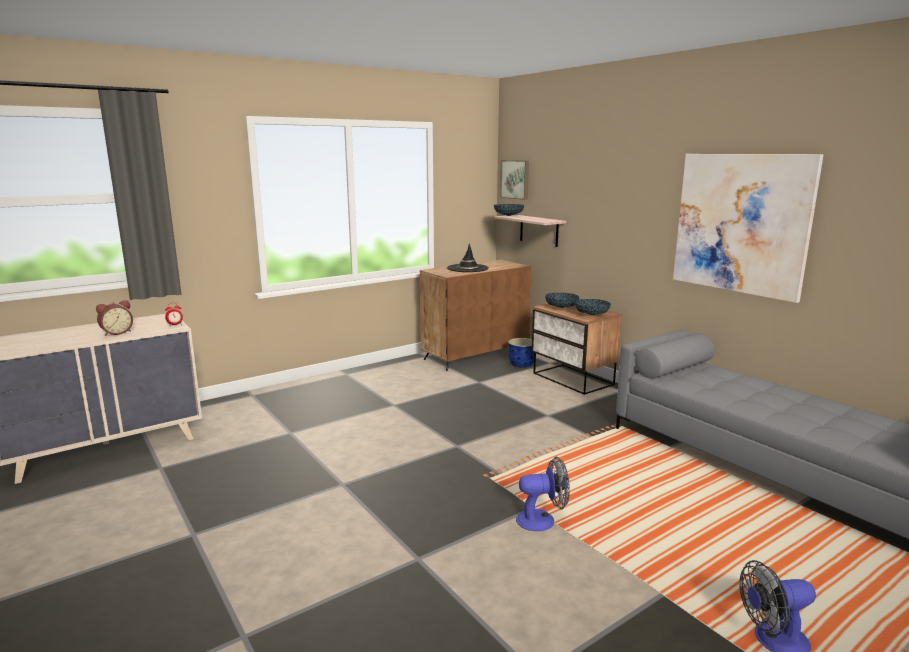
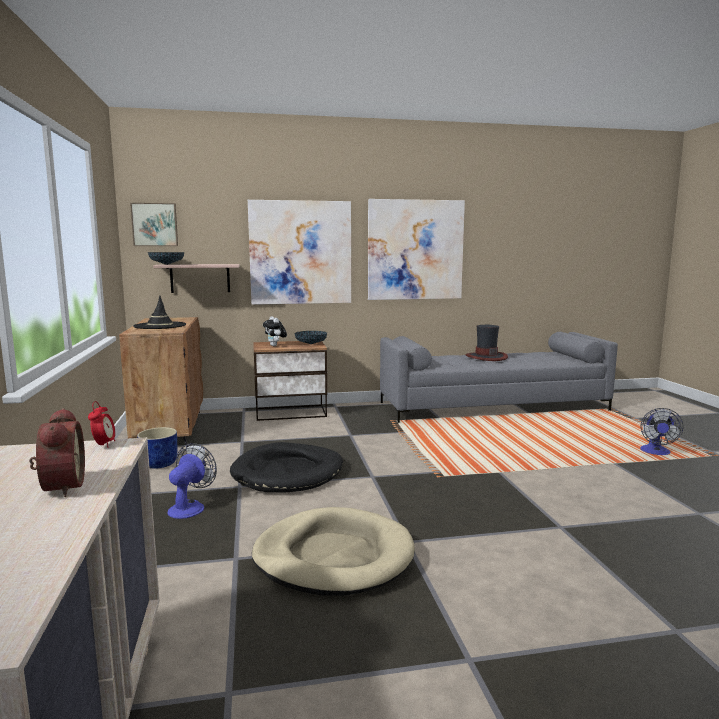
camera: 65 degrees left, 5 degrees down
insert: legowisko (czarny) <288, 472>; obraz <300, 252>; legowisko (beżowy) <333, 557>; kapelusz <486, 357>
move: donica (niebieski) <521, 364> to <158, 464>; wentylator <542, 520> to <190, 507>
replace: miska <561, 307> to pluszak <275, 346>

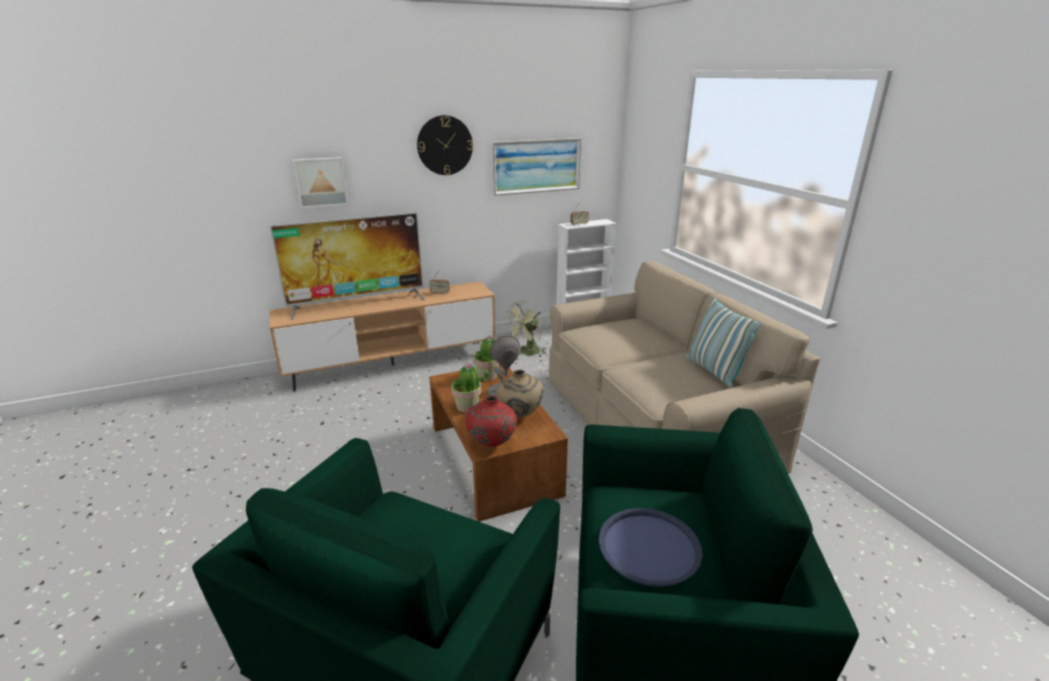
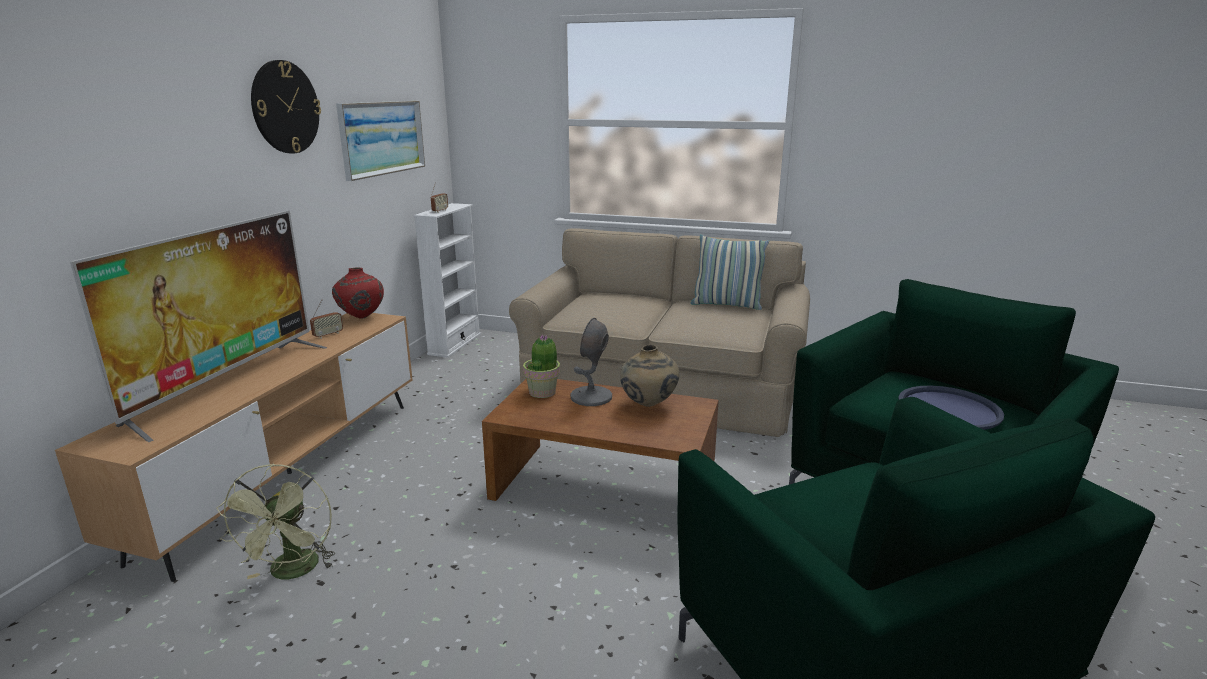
camera: 50 degrees left, 5 degrees down
delete: obraz <321, 182>; roślina doniczkowa <467, 406>
move: wazon (czerwony) <491, 444> to <361, 318>; wentylator (zielony) <527, 352> to <293, 573>

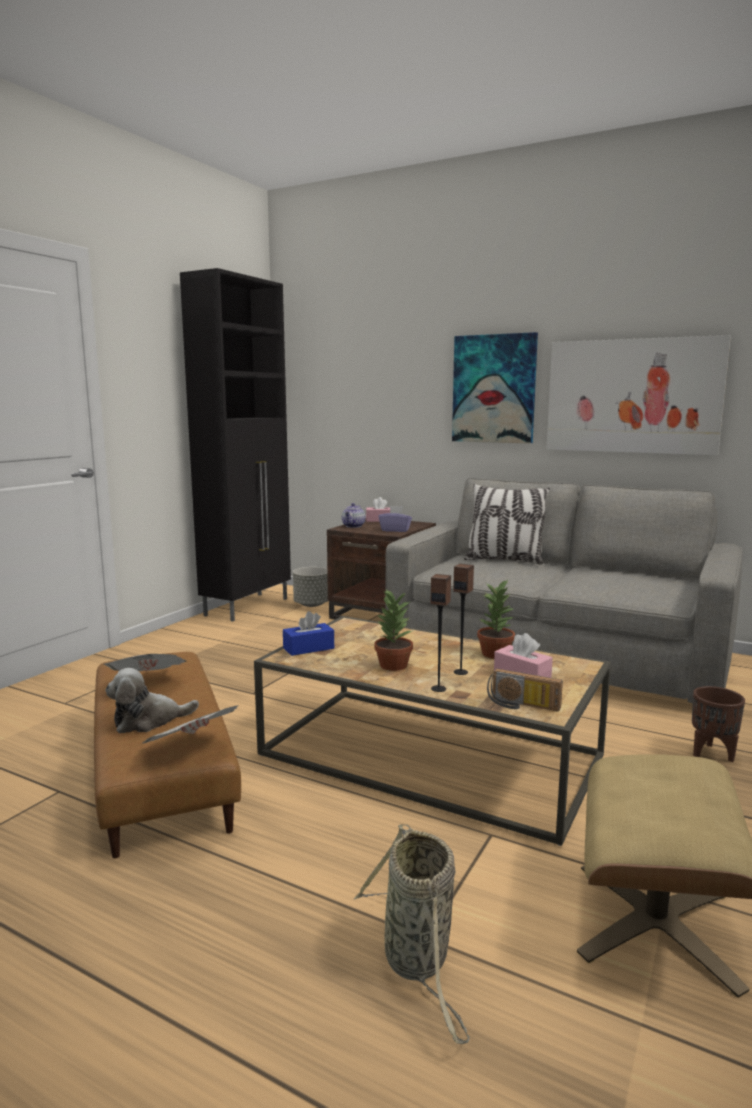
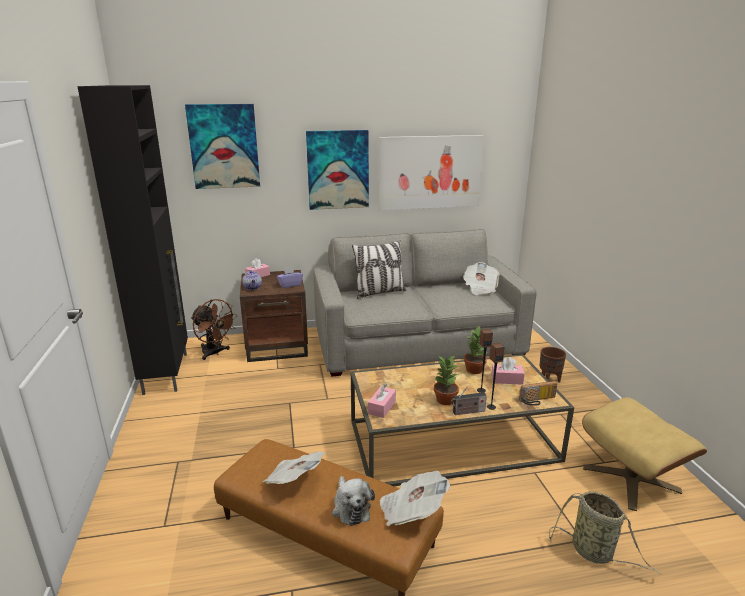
camera: 40 degrees left, 10 degrees up
insert: obraz <224, 146>; radio <467, 412>; gazeta <480, 288>
replace: donica (szary) <312, 604> to wentylator (brązowy) <215, 353>
recolor: pudełko chusteczek (niebieski) <308, 648> to pudełko chusteczek (różowy) <382, 407>
rotate: pluszak <148, 721> = <351, 507> 45 degrees counterclockwise

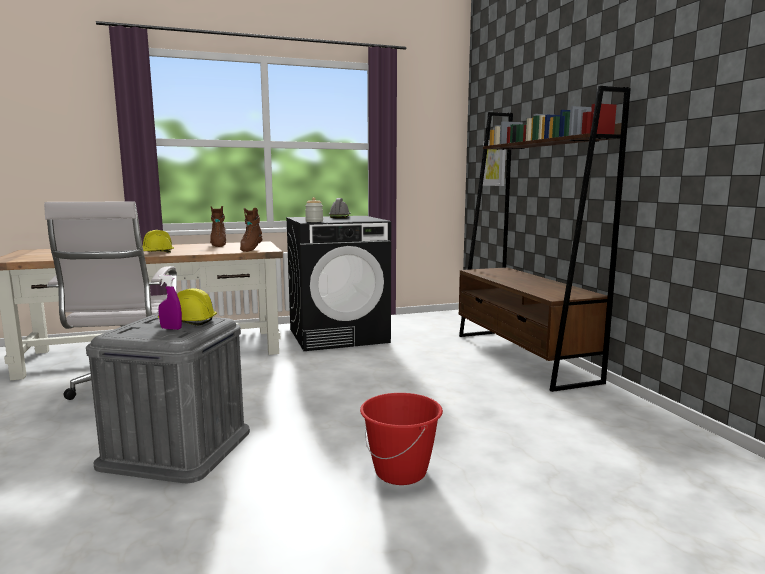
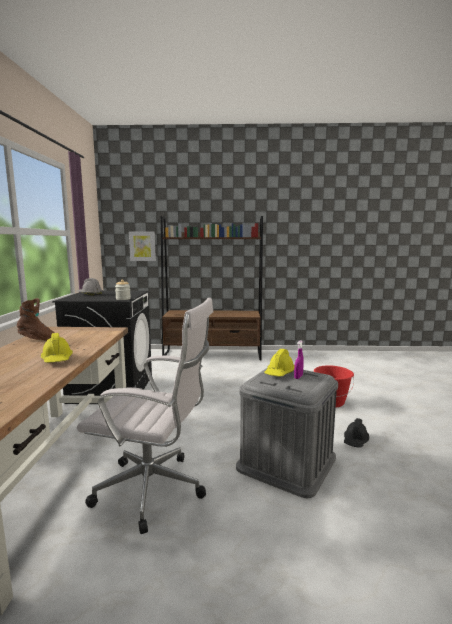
camera: 70 degrees left, 0 degrees up
delete: but z cholewką (brązowy) <250, 249>
insert: kask (czarny) <355, 441>

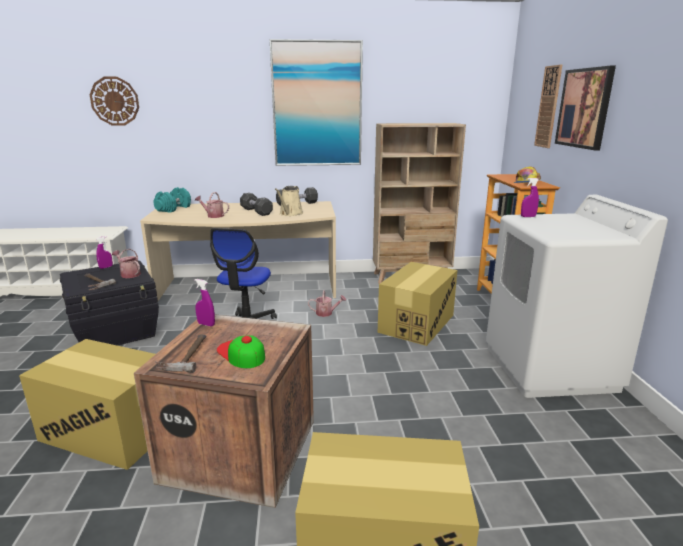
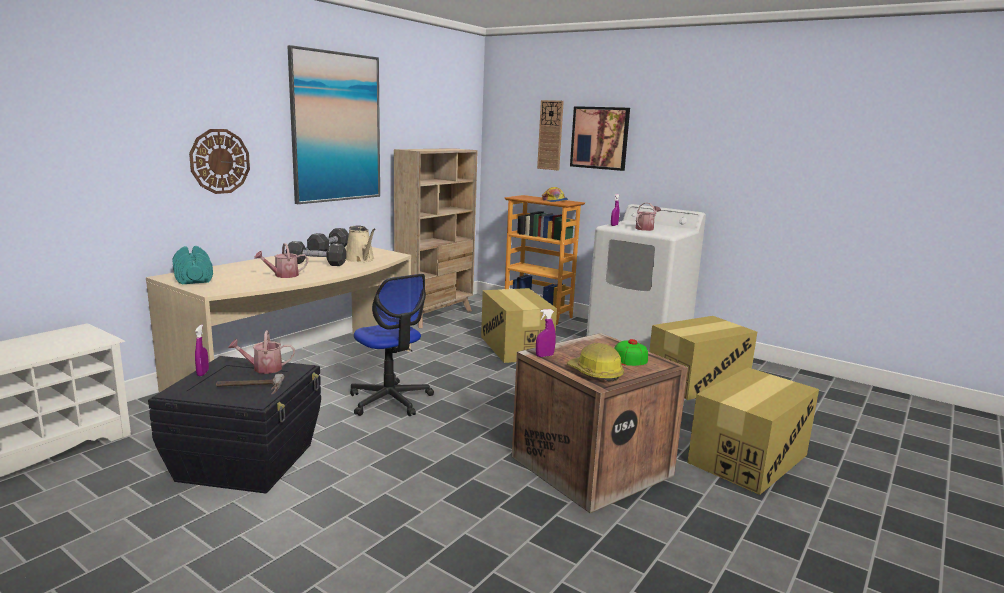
camera: 50 degrees left, 5 degrees down
move: karton <111, 430> to <697, 381>; zegar ścienny <115, 101> to <220, 161>; konewka <326, 313> to <646, 228>
replace: młotek <185, 355> to kask <595, 373>

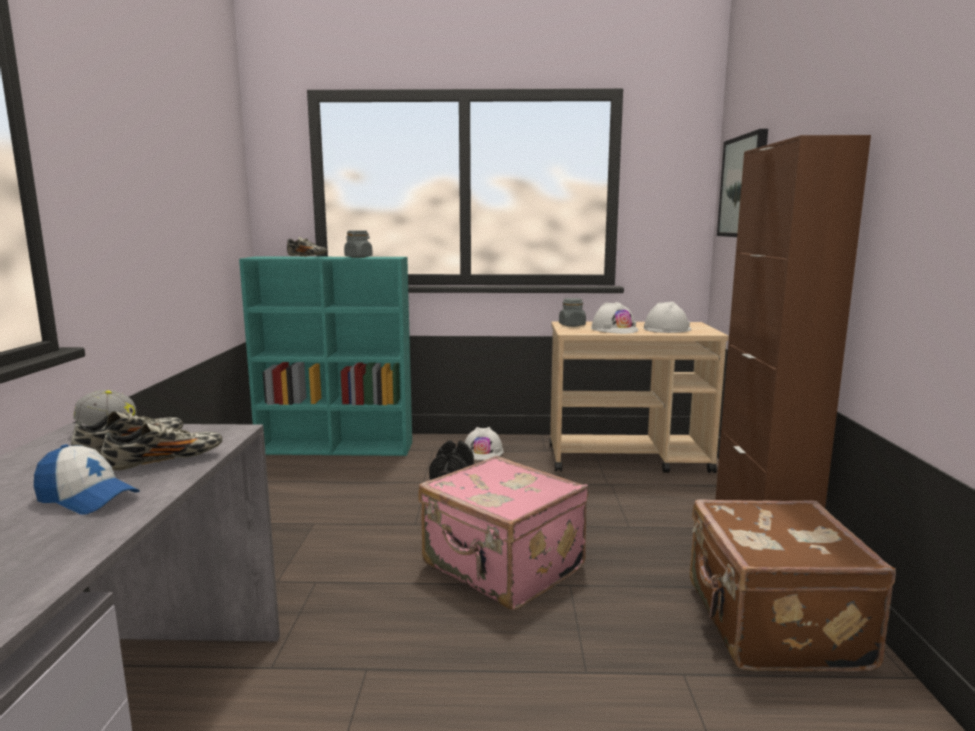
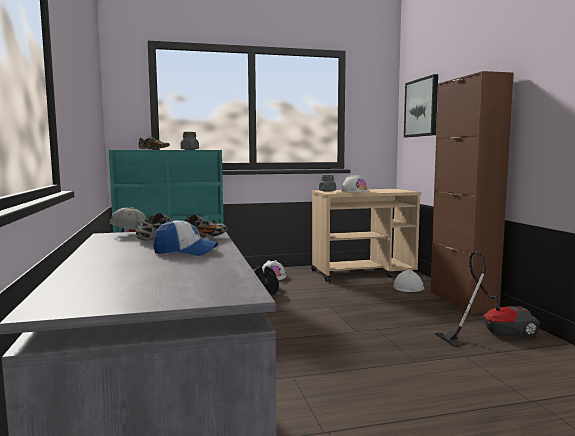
camera: 15 degrees left, 5 degrees down
delete: walizka (różowy) <502, 568>
move: kask (biały) <667, 329> to <408, 287>
replace: walizka (brązowy) <771, 626> to odkurzacz <493, 333>

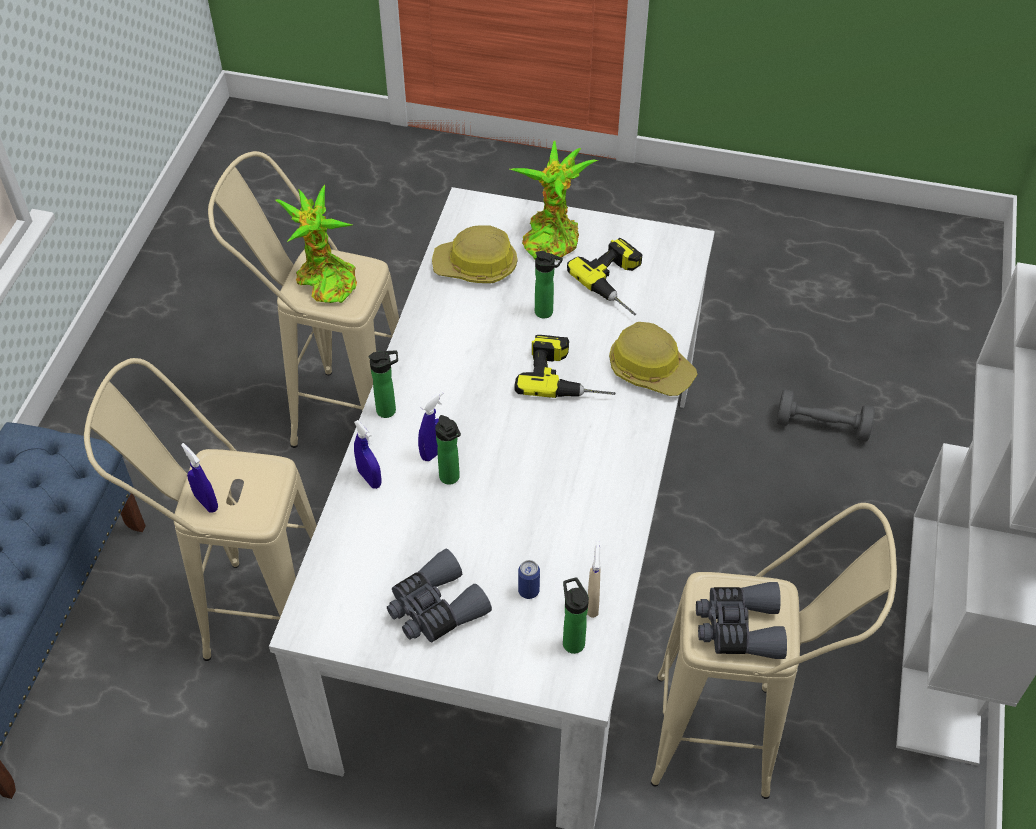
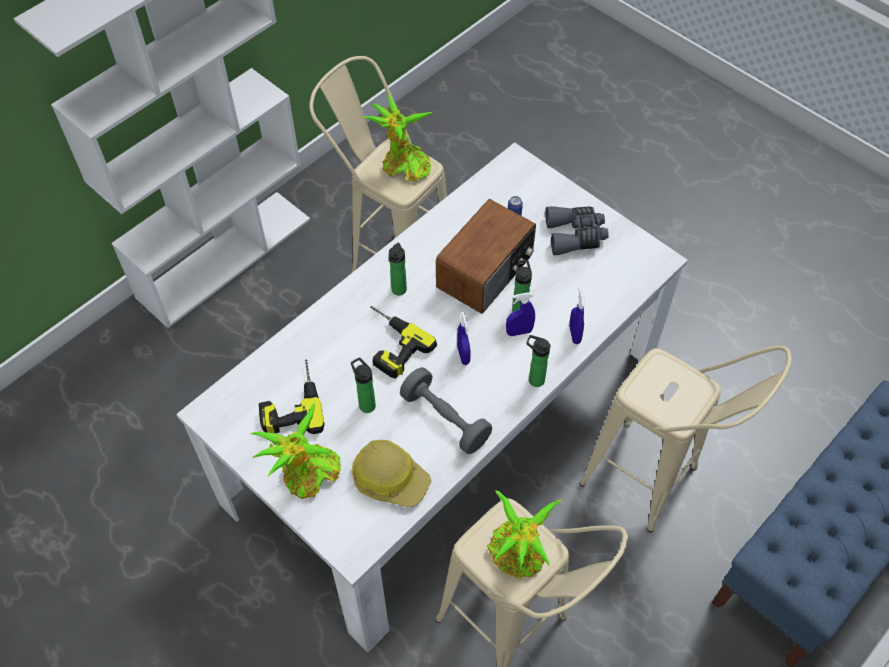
camera: 150 degrees left, 5 degrees up
delete: spryskiwacz (beżowy) <593, 603>; kask <650, 369>
insert: radio <486, 272>
move: spryskiwacz (niebieski) <206, 502> to <463, 355>; butelka <572, 640> to <398, 291>; hantel (szary) <821, 426> to <445, 419>
replace: lornetka (szary) <738, 628> to roślina doniczkowa <403, 166>

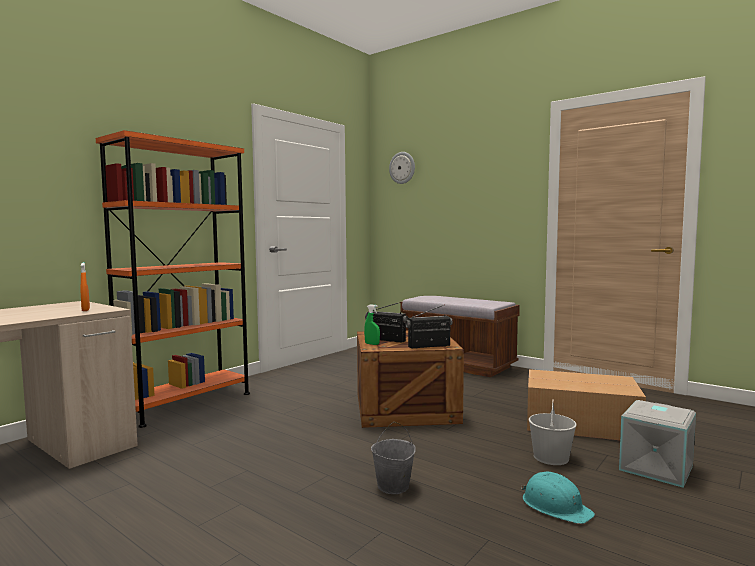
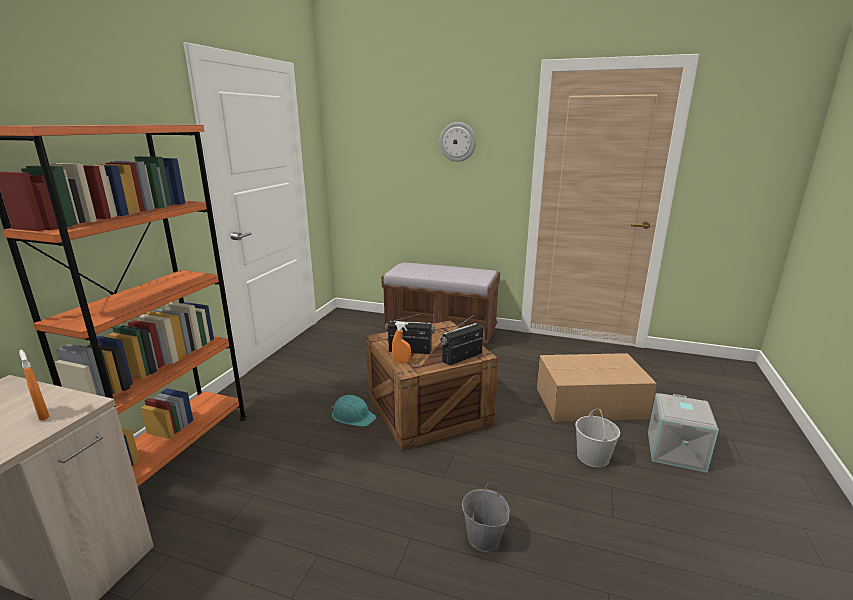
camera: 20 degrees left, 15 degrees up
move: zegar ścienny <402, 168> to <457, 142>; kask (turkusowy) <555, 506> to <353, 416>
recolor: spryskiwacz (zielony) <372, 344> to spryskiwacz (pomarańczowy) <401, 362>

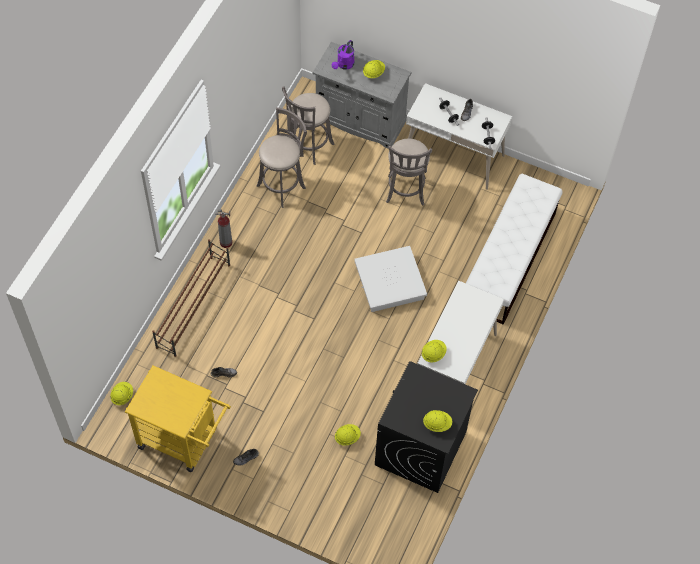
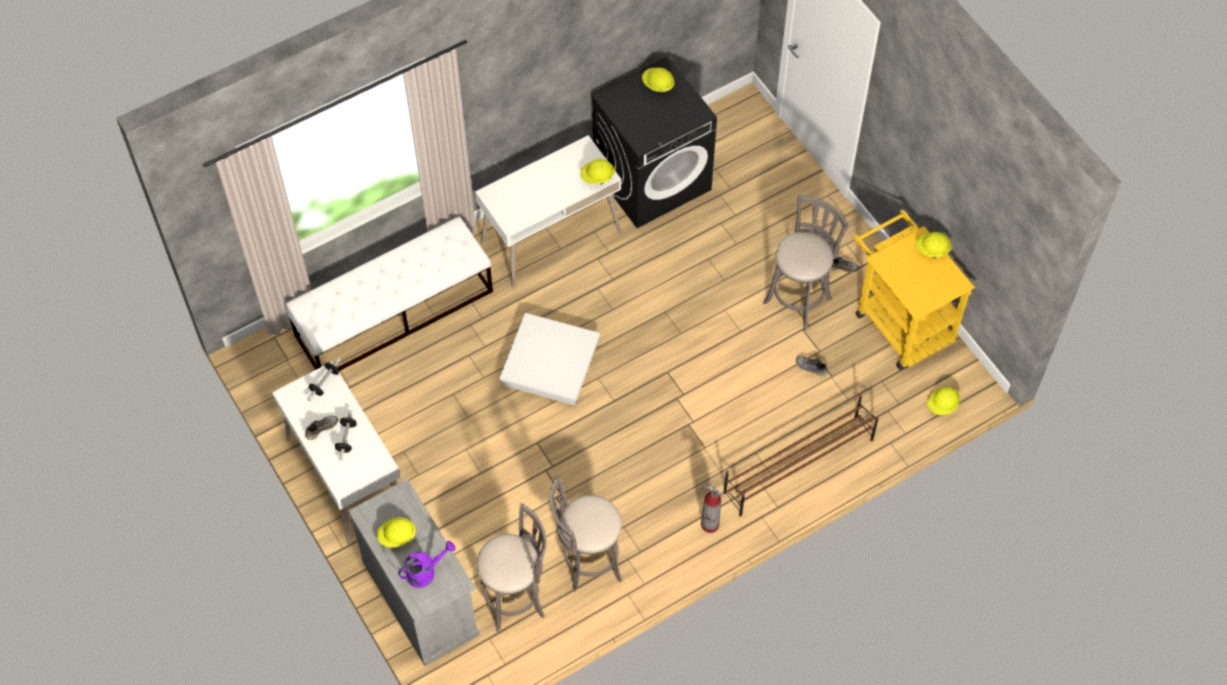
camera: 145 degrees left, 0 degrees up
move: kask (żółty) <347, 437> to <931, 250>; stołek (szary) <405, 192> to <799, 298>

